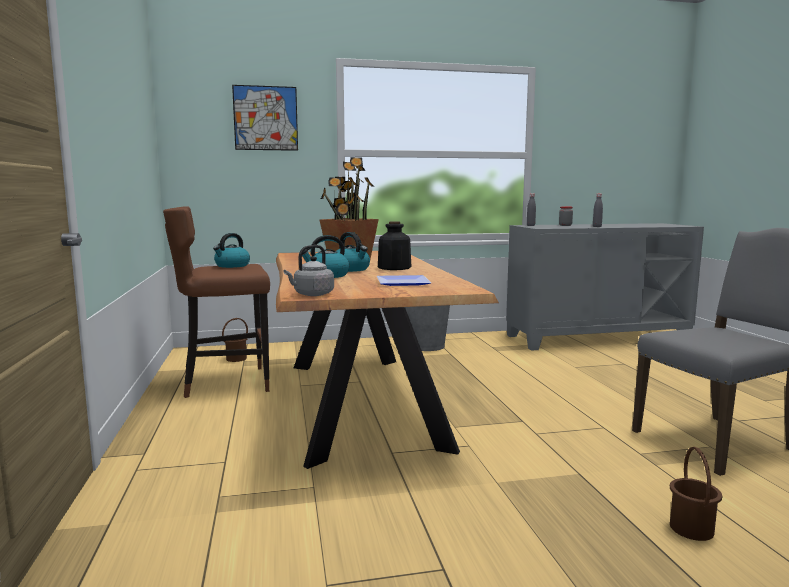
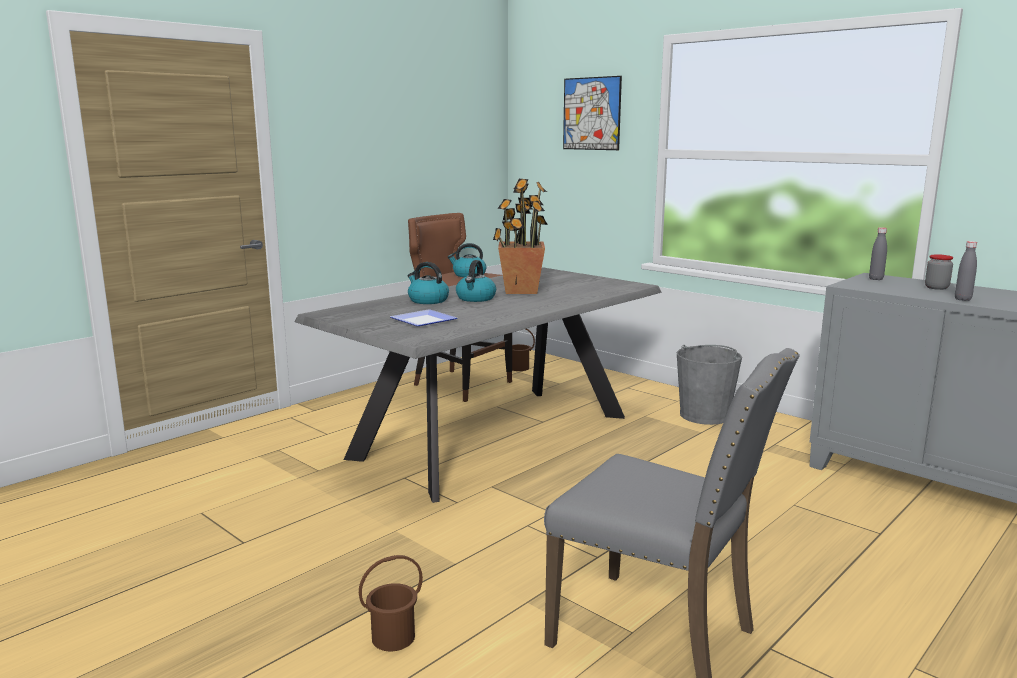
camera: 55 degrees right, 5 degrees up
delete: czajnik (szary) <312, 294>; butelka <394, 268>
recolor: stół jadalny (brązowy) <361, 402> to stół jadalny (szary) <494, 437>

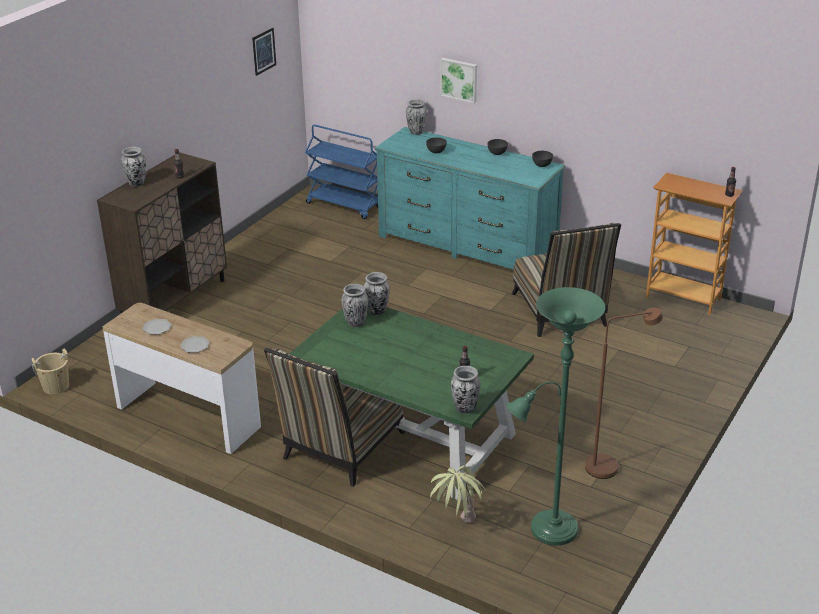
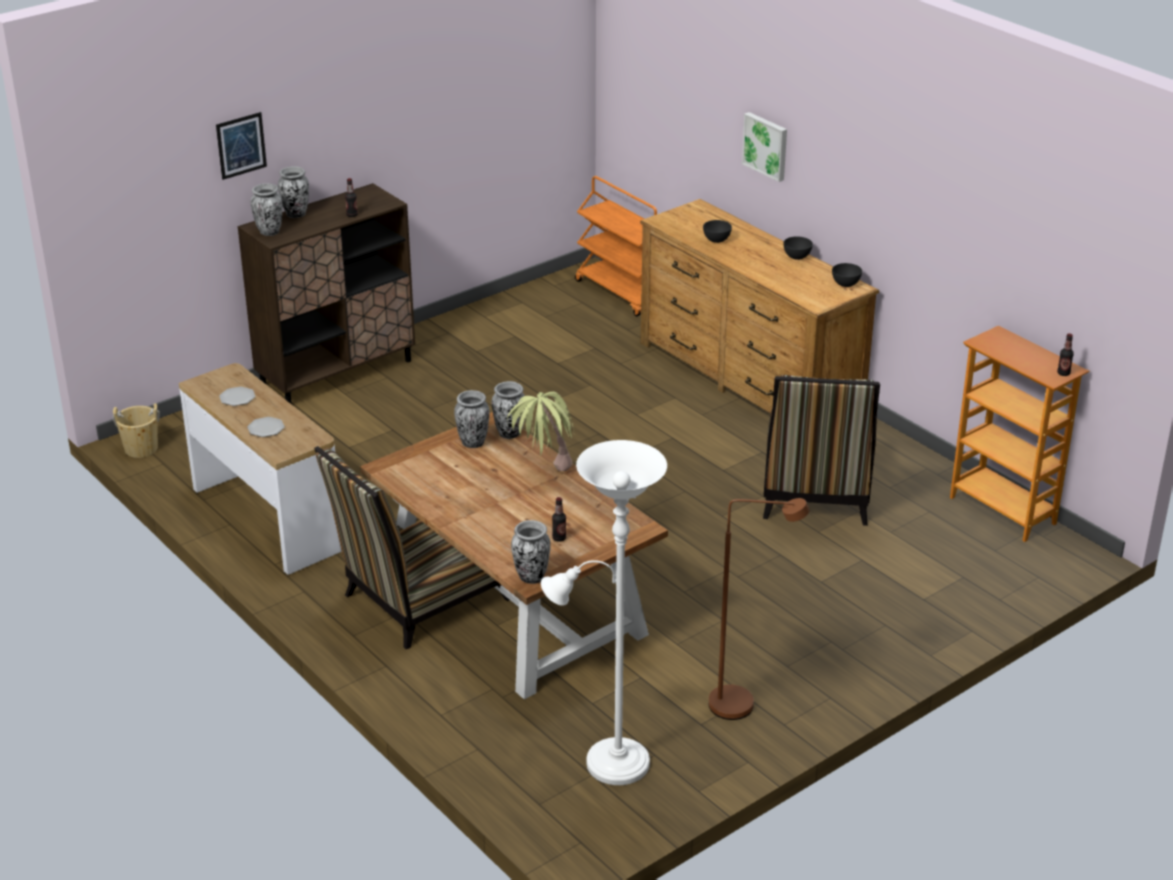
camera: 20 degrees right, 0 degrees up
move: obraz <264, 51> to <241, 145>; wazon <416, 132> to <269, 232>; roślina doniczkowa <456, 528> to <543, 474>
recolor: stół jadalny (zielony) <412, 437> to stół jadalny (brązowy) <515, 608>; wózek (niebieski) <345, 205> to wózek (pomarańczowy) <623, 293>; komoda (turkusowy) <467, 246> to komoda (brązowy) <748, 379>; lampa stojąca (zielony) <548, 530> to lampa stojąca (biały) <608, 763>

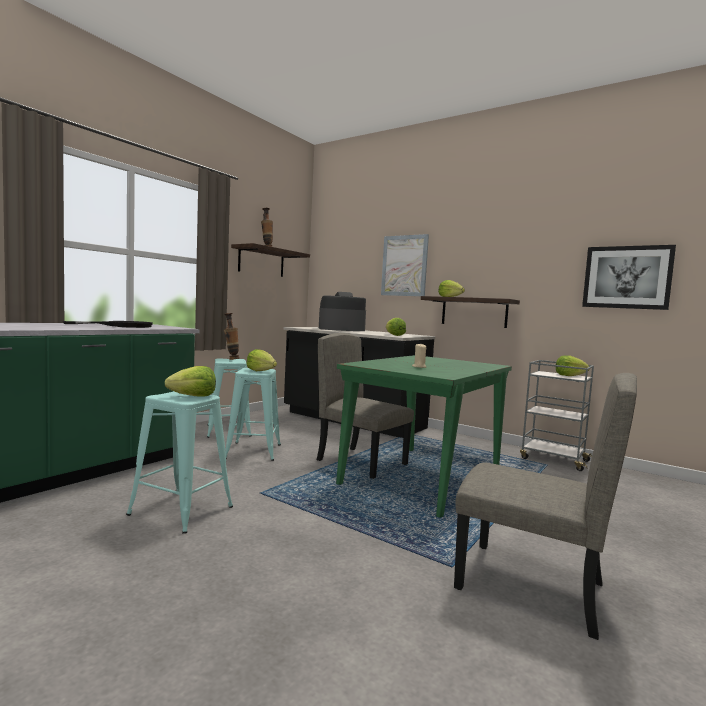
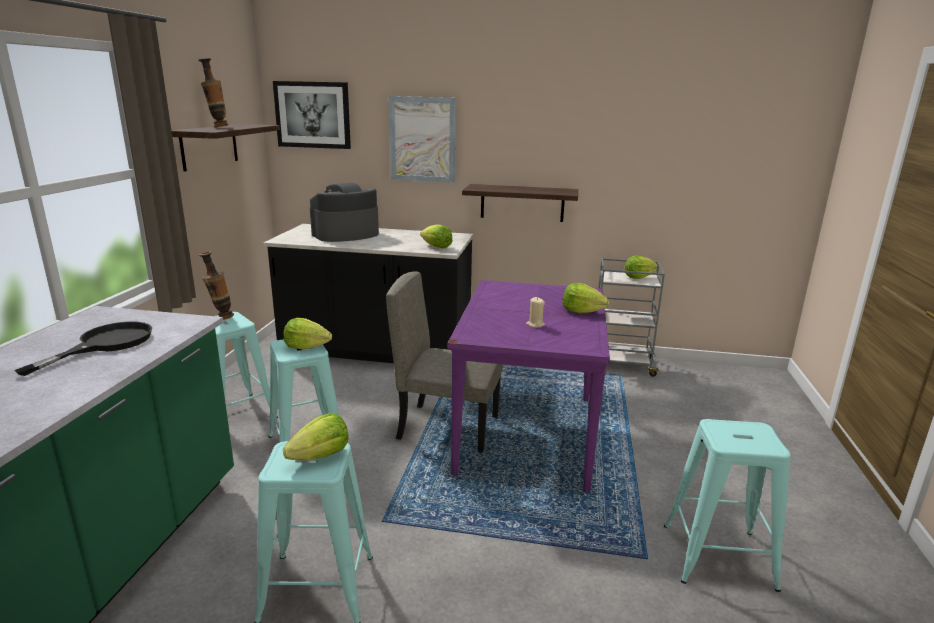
camera: 25 degrees left, 15 degrees up
move: sałata <450, 297> to <582, 311>; obraz <627, 277> to <313, 115>
replace: krzesło (beżowy) <529, 586> to stołek (turkusowy) <718, 556>
recolor: stół jadalny (zielony) <422, 477> to stół jadalny (fioletowy) <527, 433>

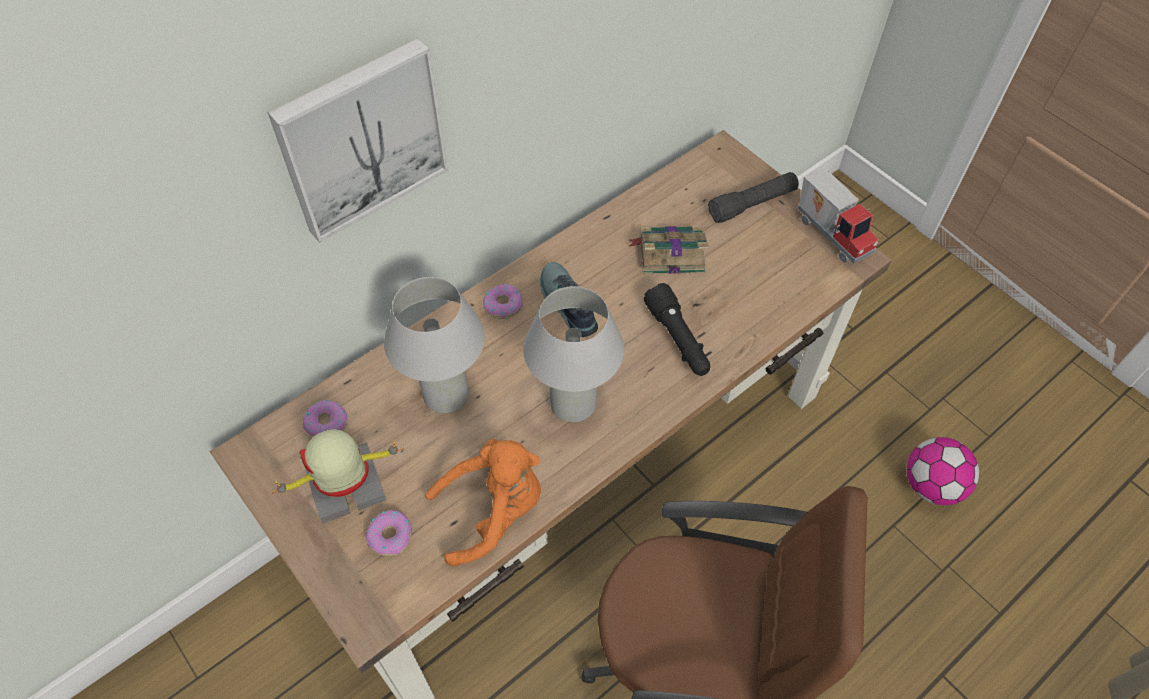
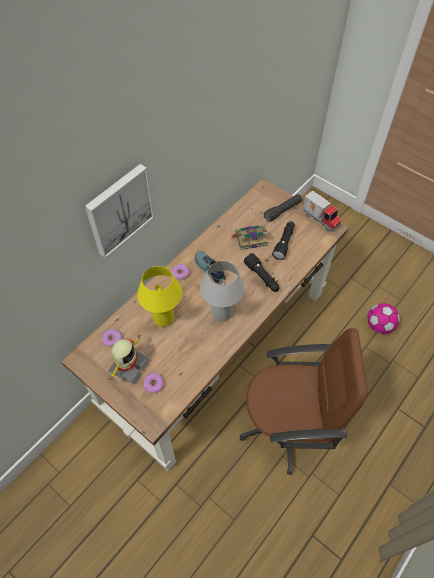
camera: 10 degrees left, 0 degrees up
delete: pluszak (pomarańczowy) <493, 511>
insert: latarka (czarny) <284, 243>
recolor: lampa stołowa (biały) <446, 395> to lampa stołowa (żółty) <164, 318>
rotate: robot zabawkowy <347, 486> = <128, 366> 150 degrees clockwise

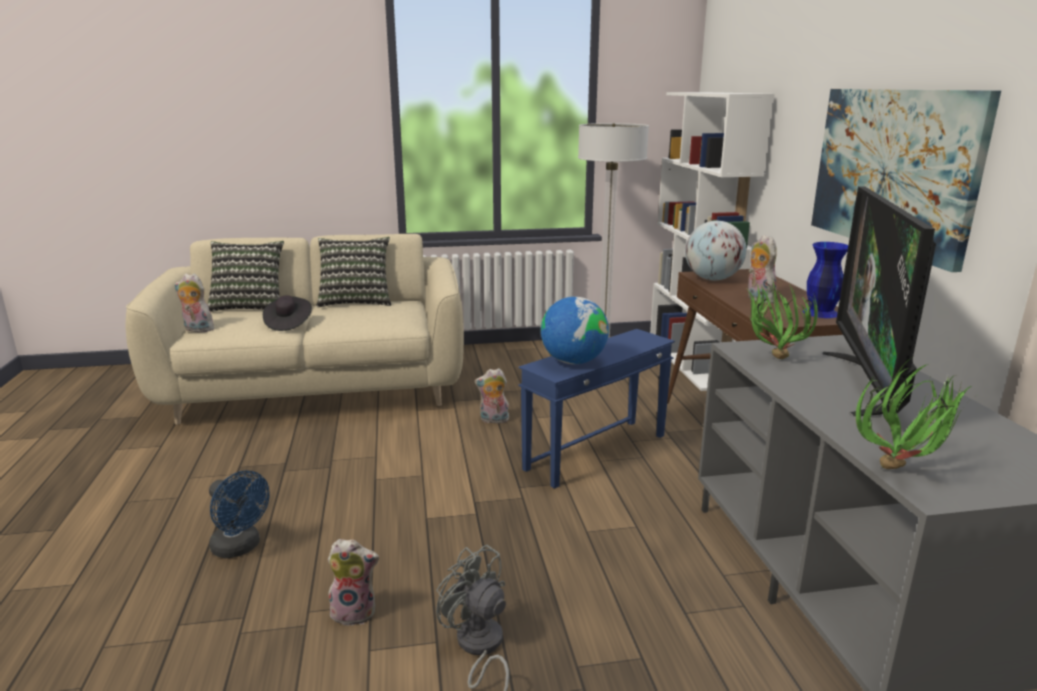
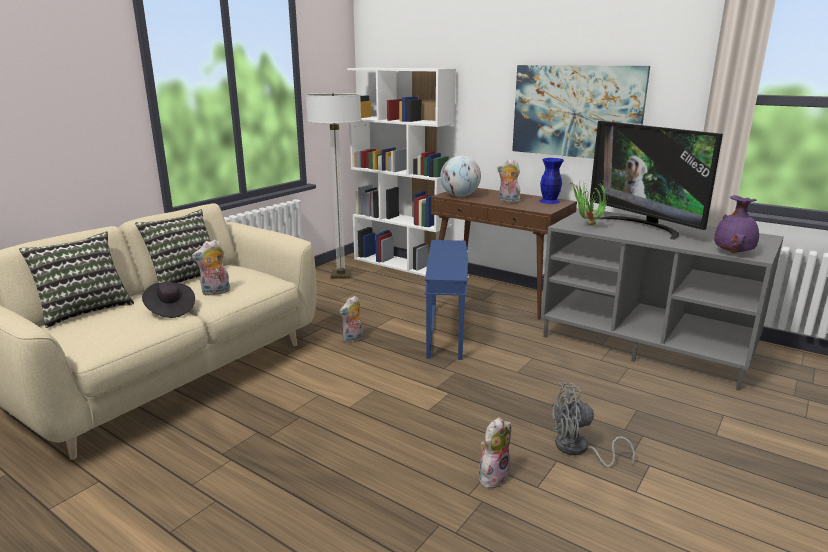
camera: 45 degrees left, 0 degrees up
delete: wentylator (niebieski) <240, 548>; globus <573, 362>
move: pluszak <197, 330> to <215, 292>
replace: roślina doniczkowa <904, 472> to wazon (fioletowy) <734, 253>

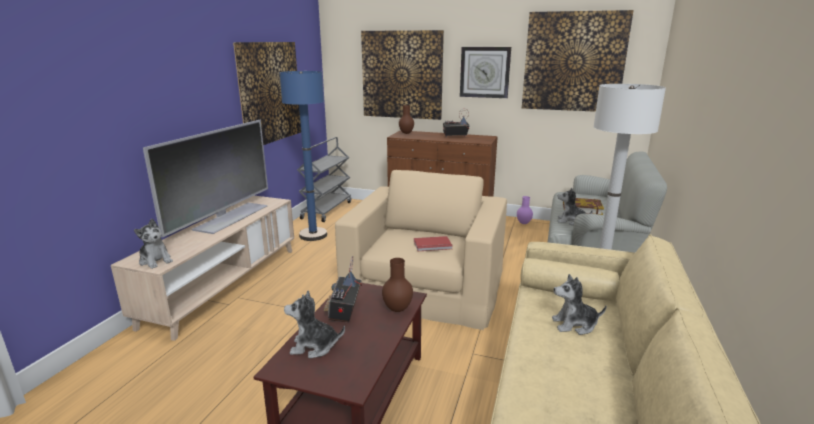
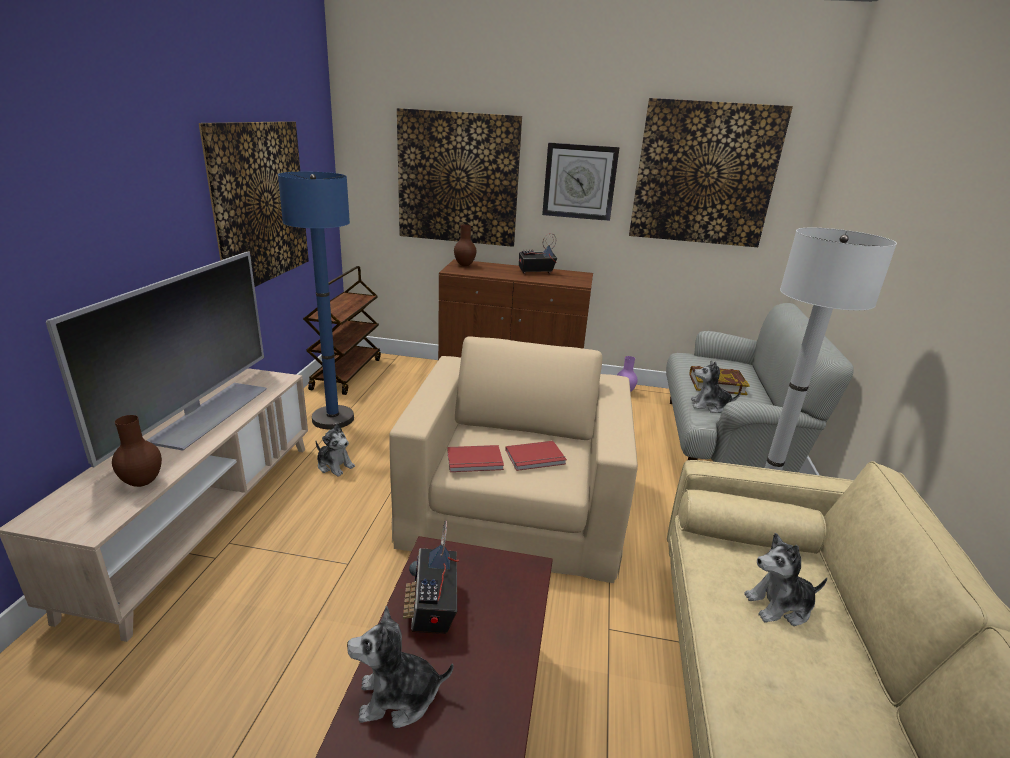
camera: 10 degrees left, 5 degrees up
insert: książka (czerwony) <475, 461>
move: pluszak <156, 260> to <335, 465>; wazon (brązowy) <397, 310> to <142, 483>
recolor: wózek (szary) <326, 210> to wózek (brązowy) <346, 373>

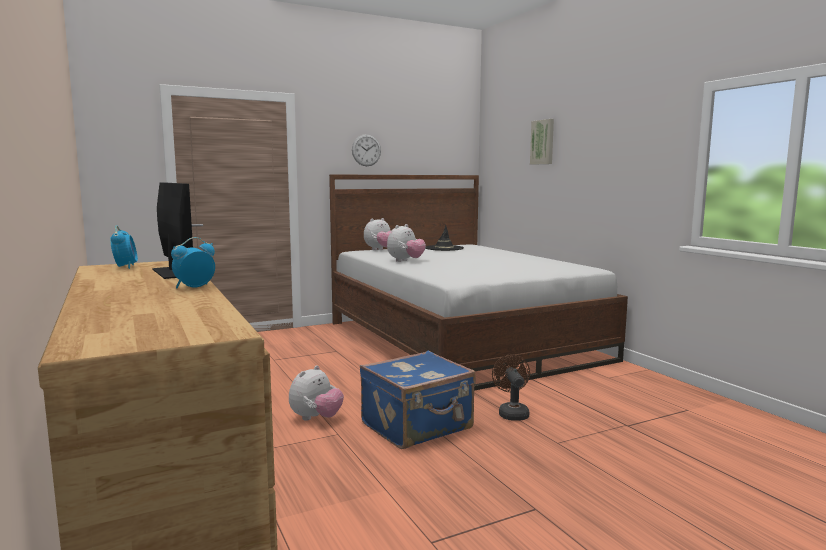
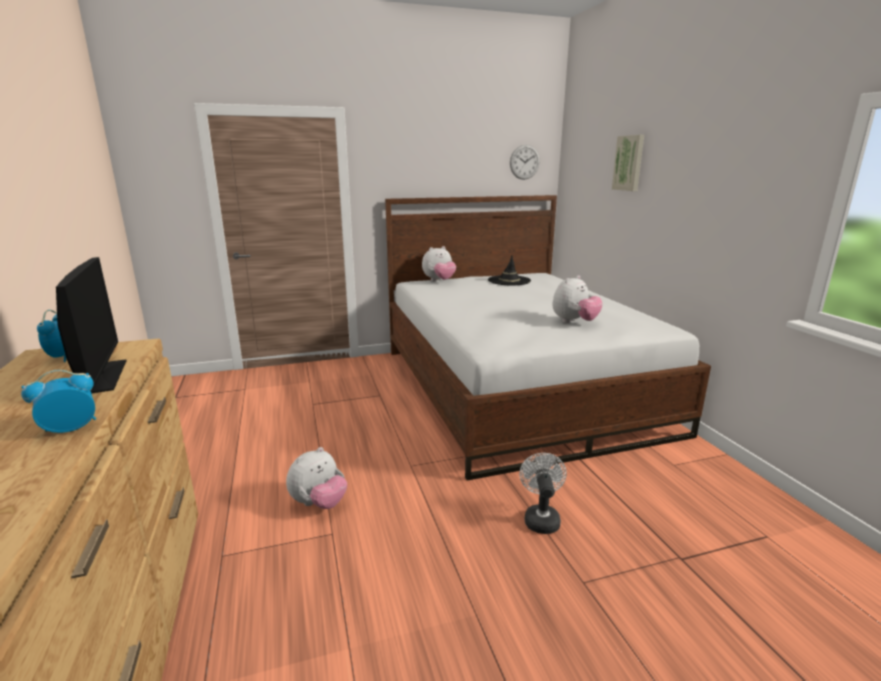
camera: 10 degrees right, 10 degrees up
delete: walizka (niebieski) <418, 427>
move: zegar ścienny <366, 150> to <524, 162>; pluszak <405, 261> to <574, 322>
recolor: wentylator (brązowy) <512, 413> to wentylator (biały) <540, 518>

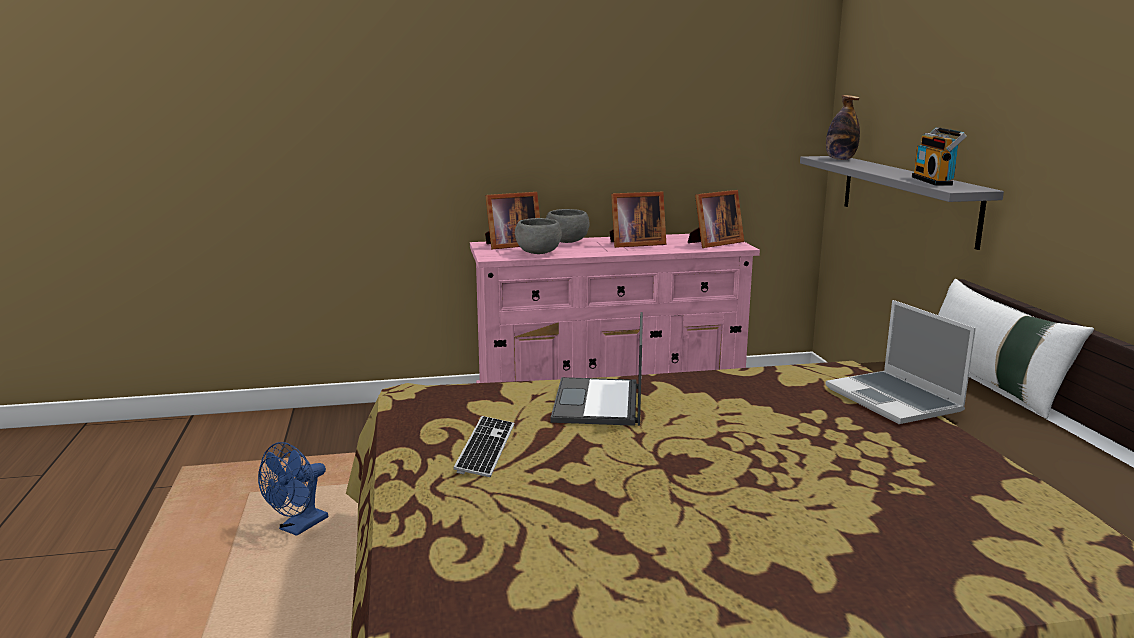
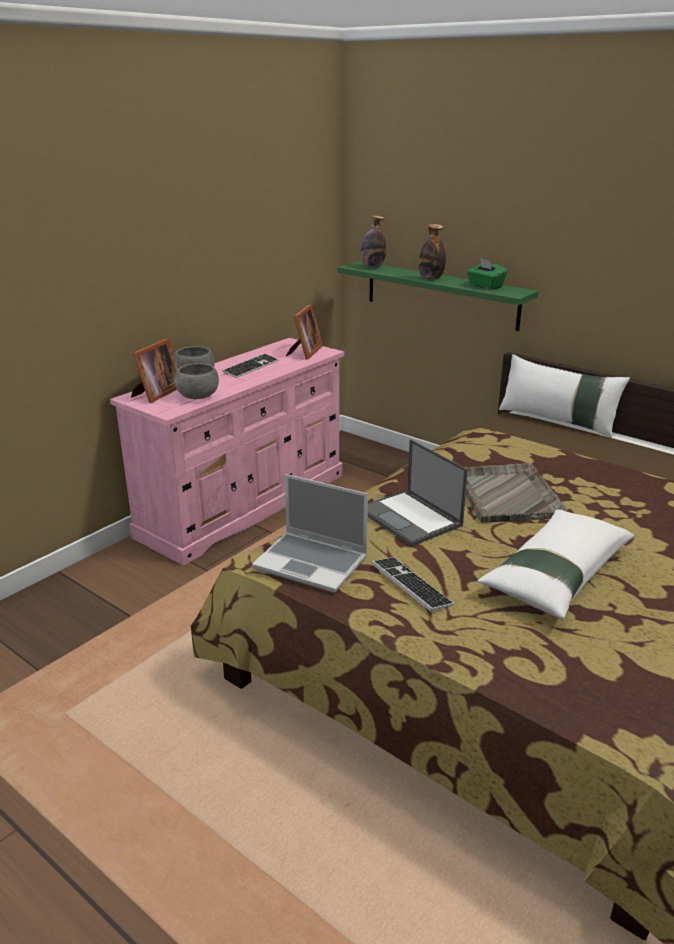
camera: 40 degrees left, 10 degrees up
delete: wentylator (niebieski) <298, 528>
insert: butelka <431, 278>; taca (szary) <507, 494>; poduszka (biały) <556, 574>
move: laptop <895, 400> to <312, 563>
replace: ramka na zdjęcie <634, 244> to klawiatura <251, 367>; radio <934, 181> to pudełko chusteczek (zielony) <485, 286>
recolor: półka (szary) <907, 198> to półka (zielony) <441, 295>

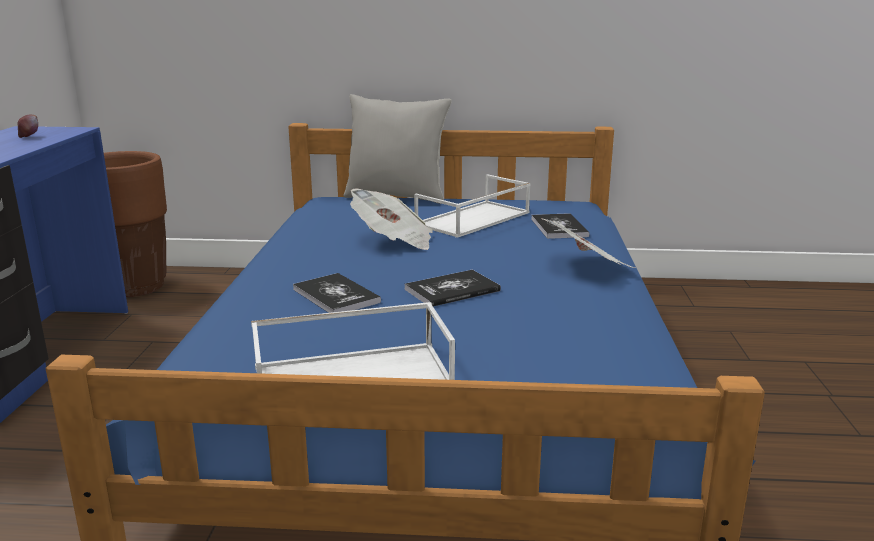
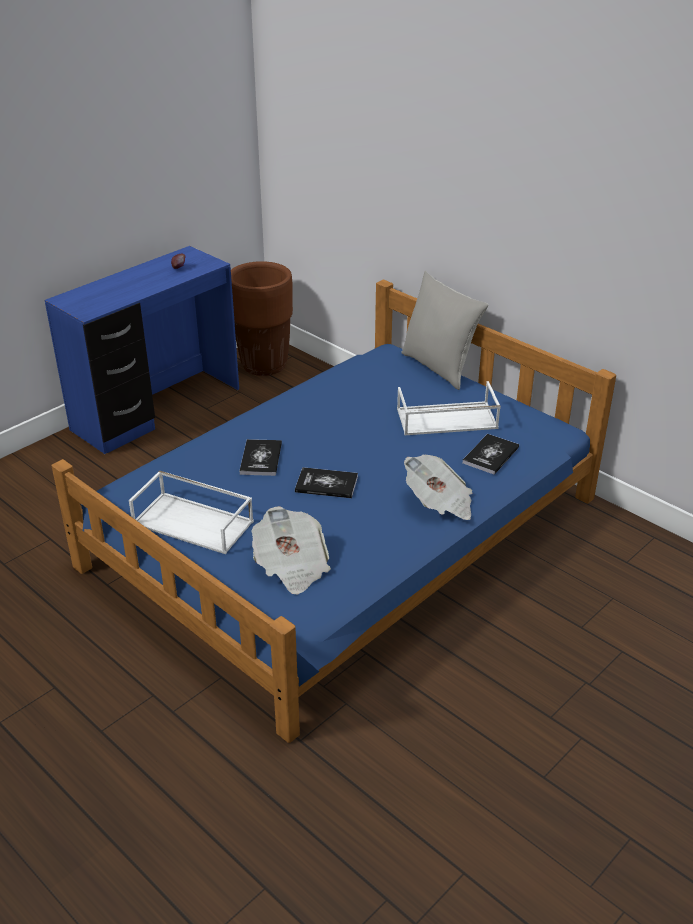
camera: 40 degrees right, 15 degrees up
move: gazeta <393, 241> to <291, 566>

